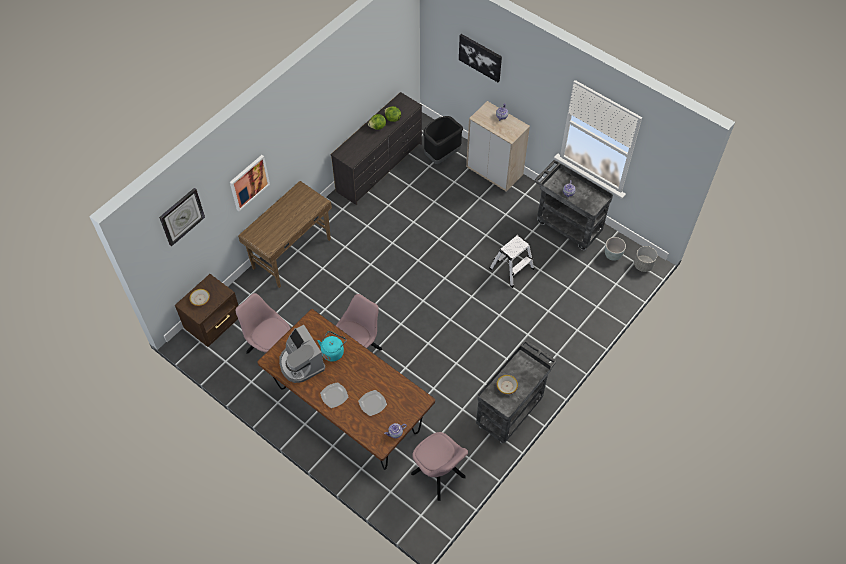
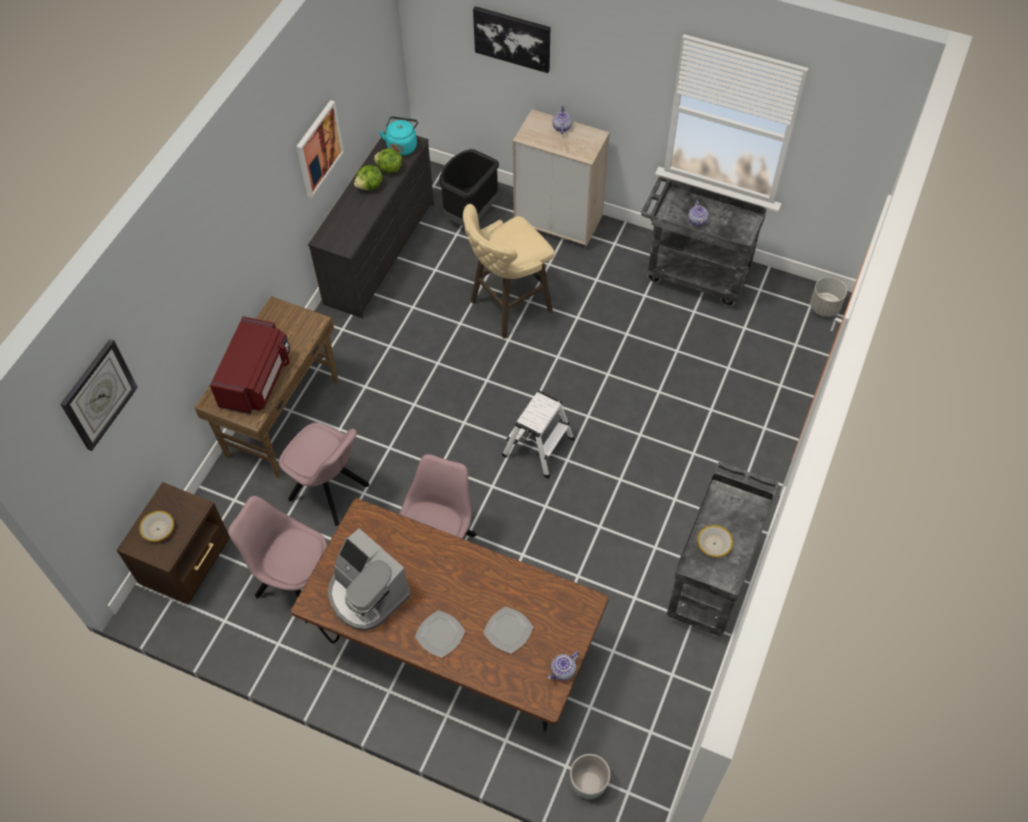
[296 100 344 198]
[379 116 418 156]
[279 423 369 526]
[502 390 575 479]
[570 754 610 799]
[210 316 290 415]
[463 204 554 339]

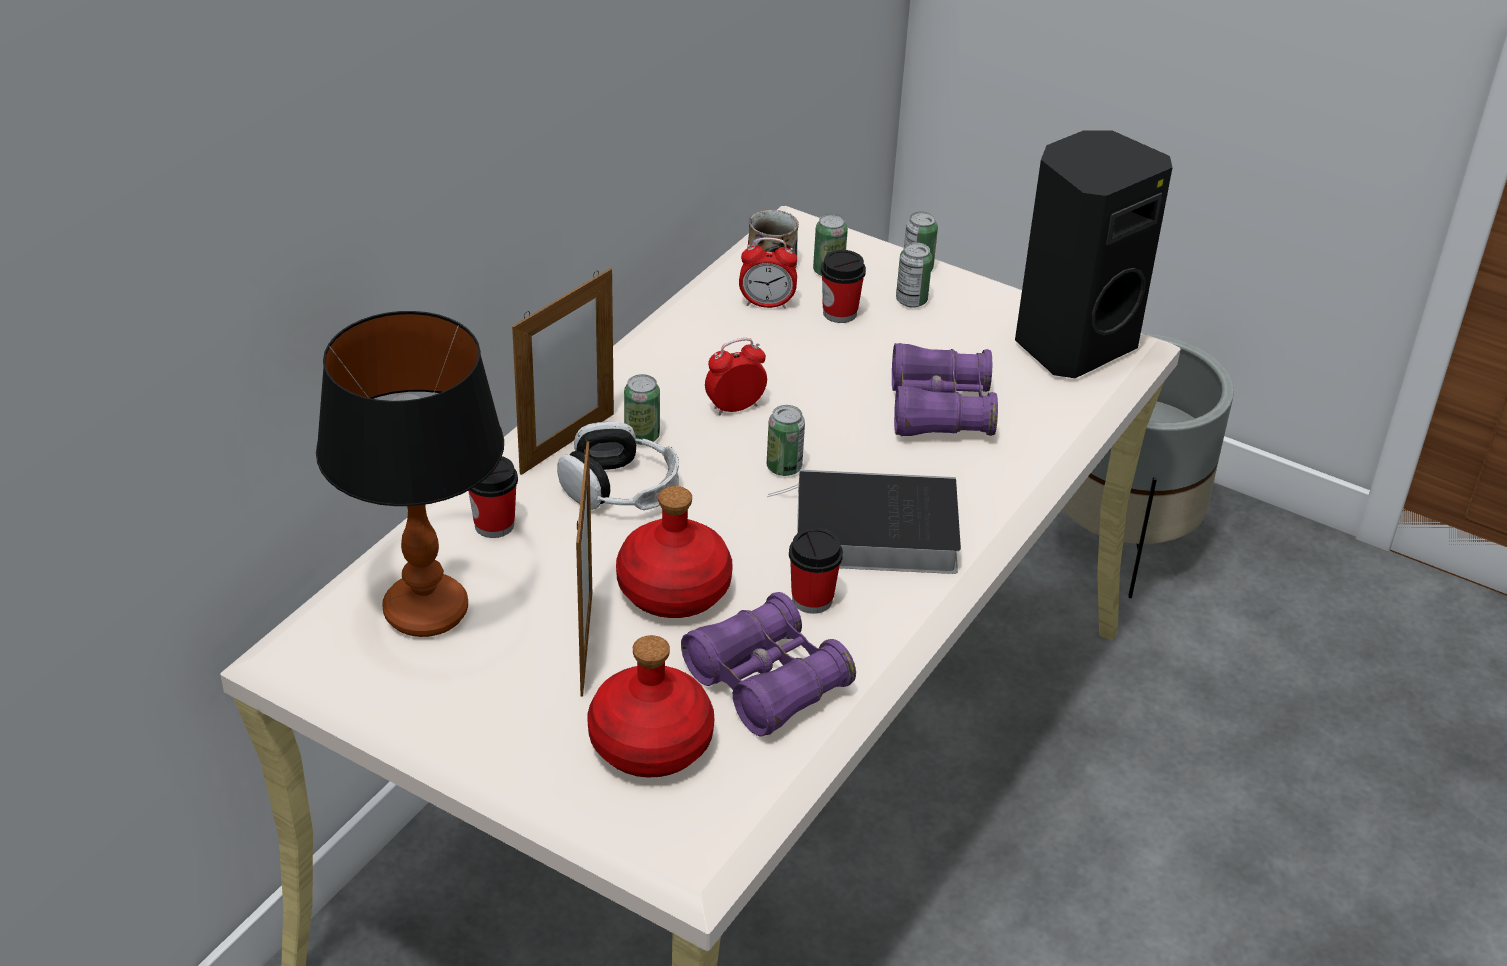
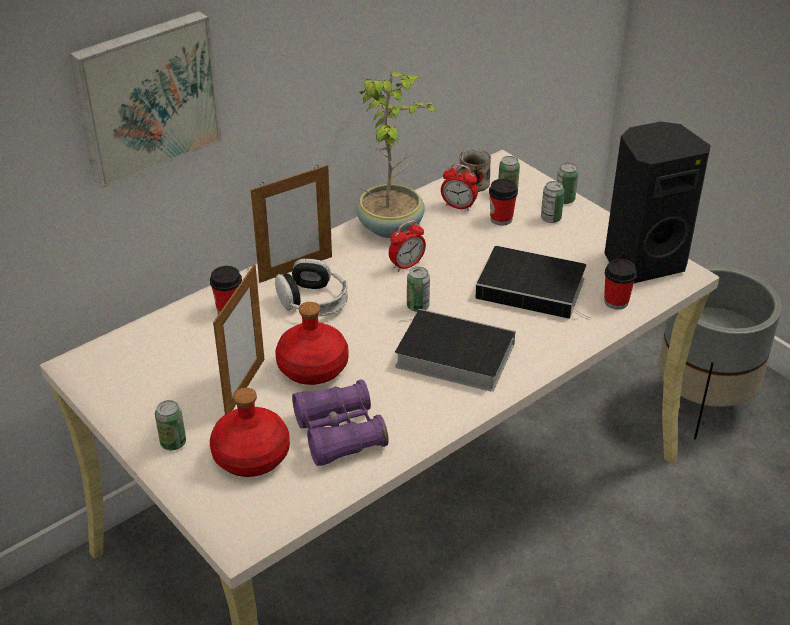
[316 311 504 637] (first image)
[155 400 186 450]
[389 220 426 272]
[604 259 637 310]
[475 246 591 320]
[69 11 222 188]
[356 72 440 238]

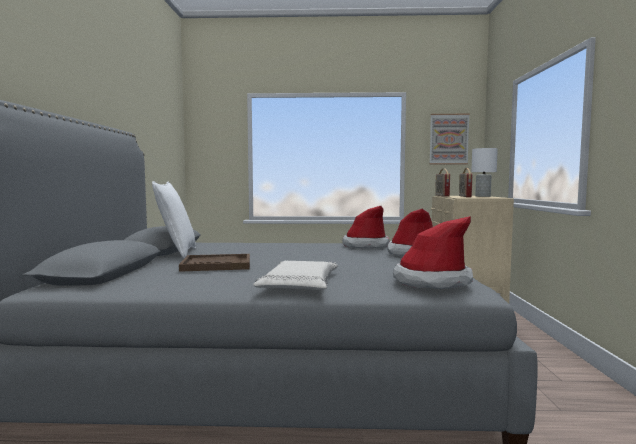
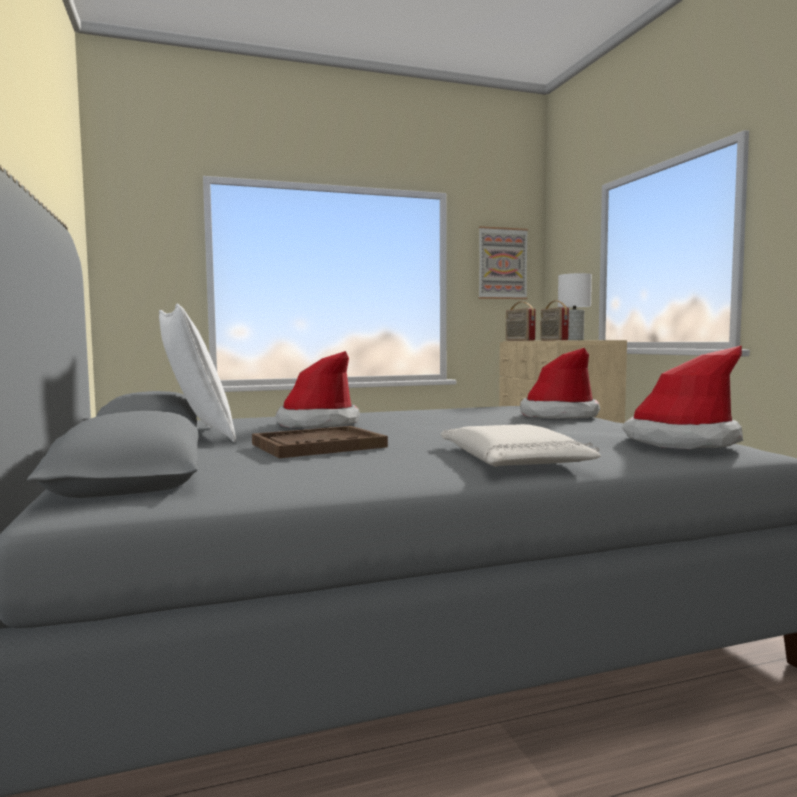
[275 351 360 428]

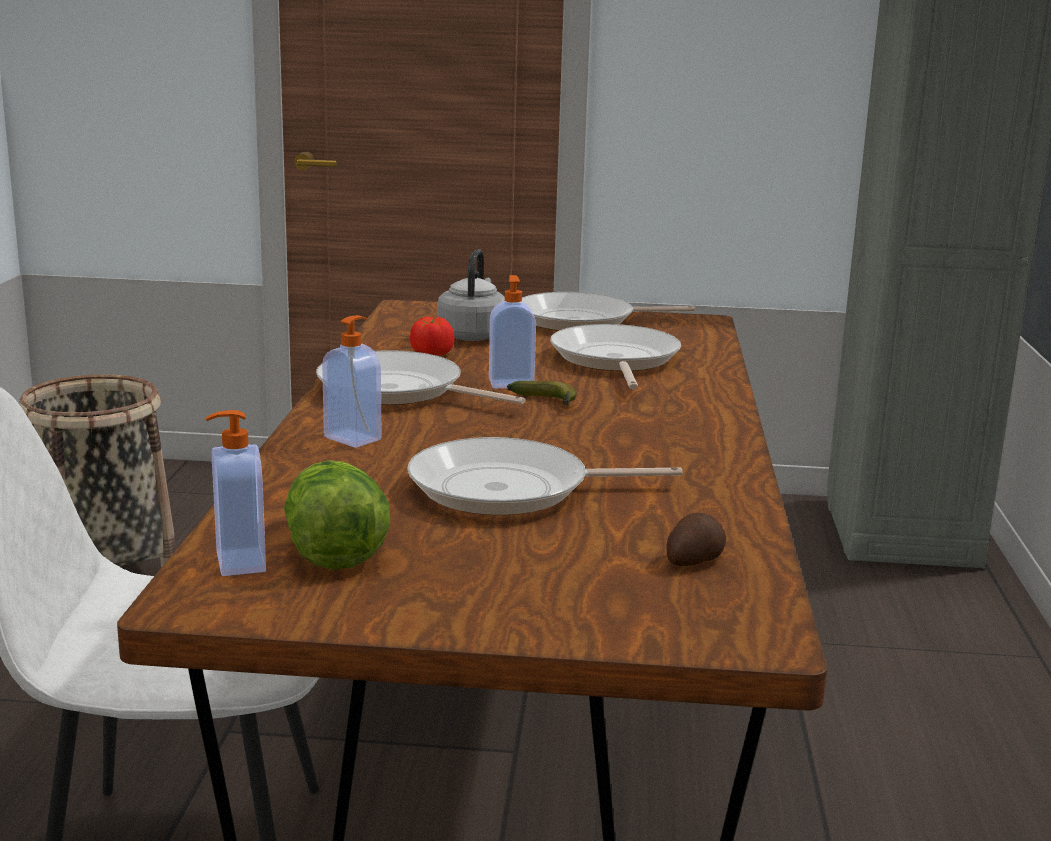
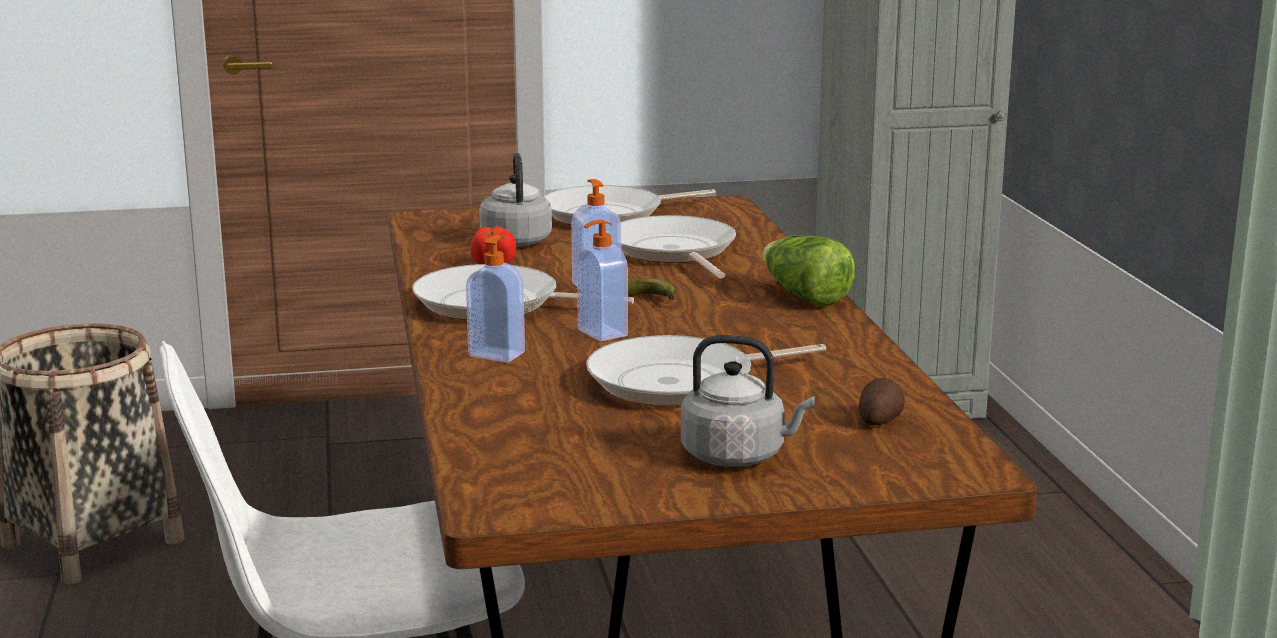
[577 220 628 342]
[763 235 855 307]
[681 335 815 466]

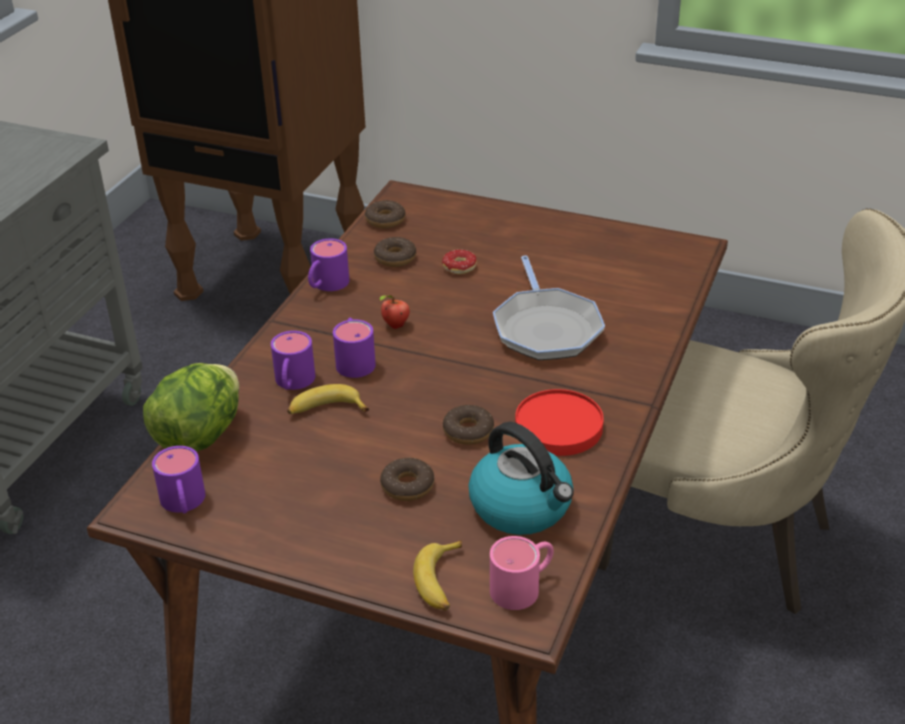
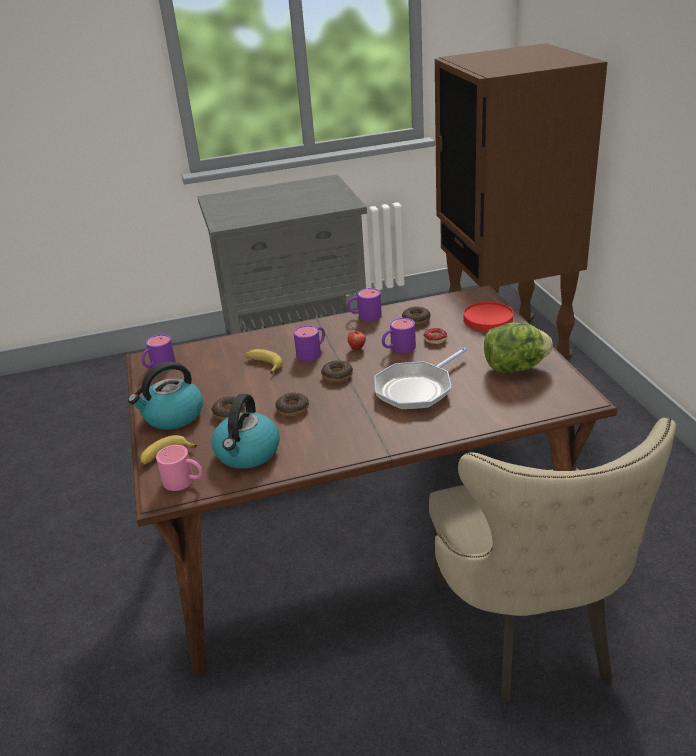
[484 323 553 373]
[382 318 416 354]
[321 360 353 383]
[463 302 513 332]
[128 362 203 430]

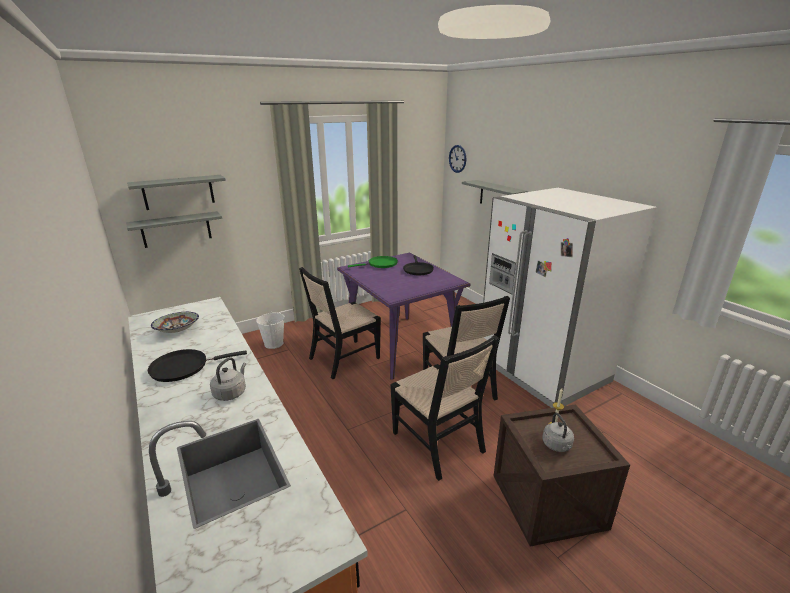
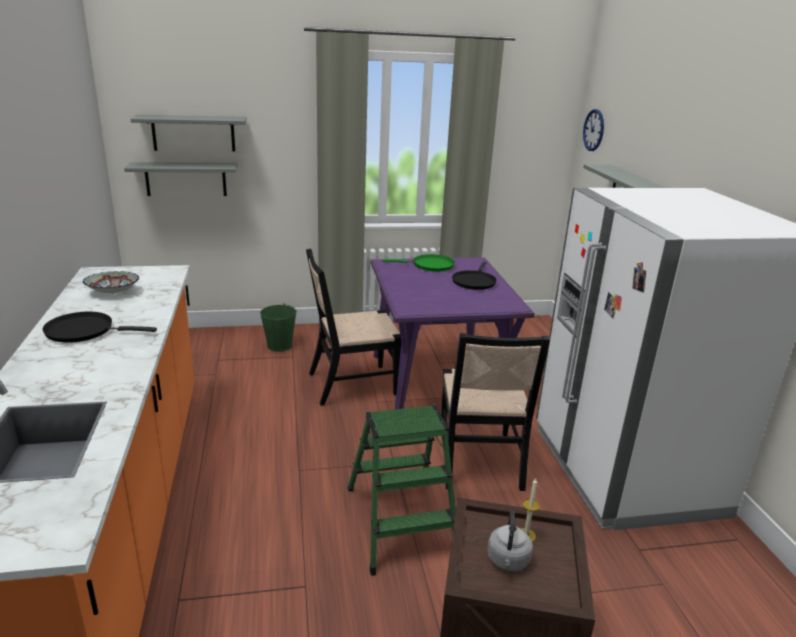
[210 357 246 401] (first image)
[260 303 297 352]
[347 405 456 576]

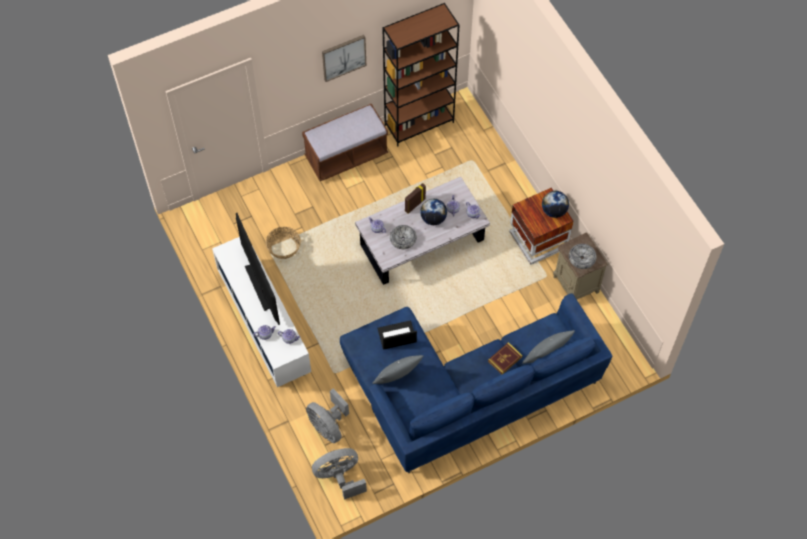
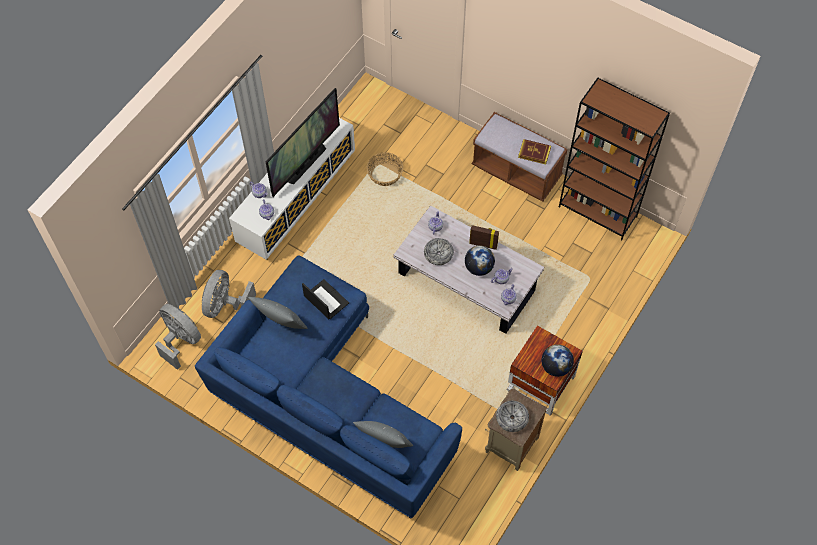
[322 35 366 82] (first image)
[518 139 551 164]

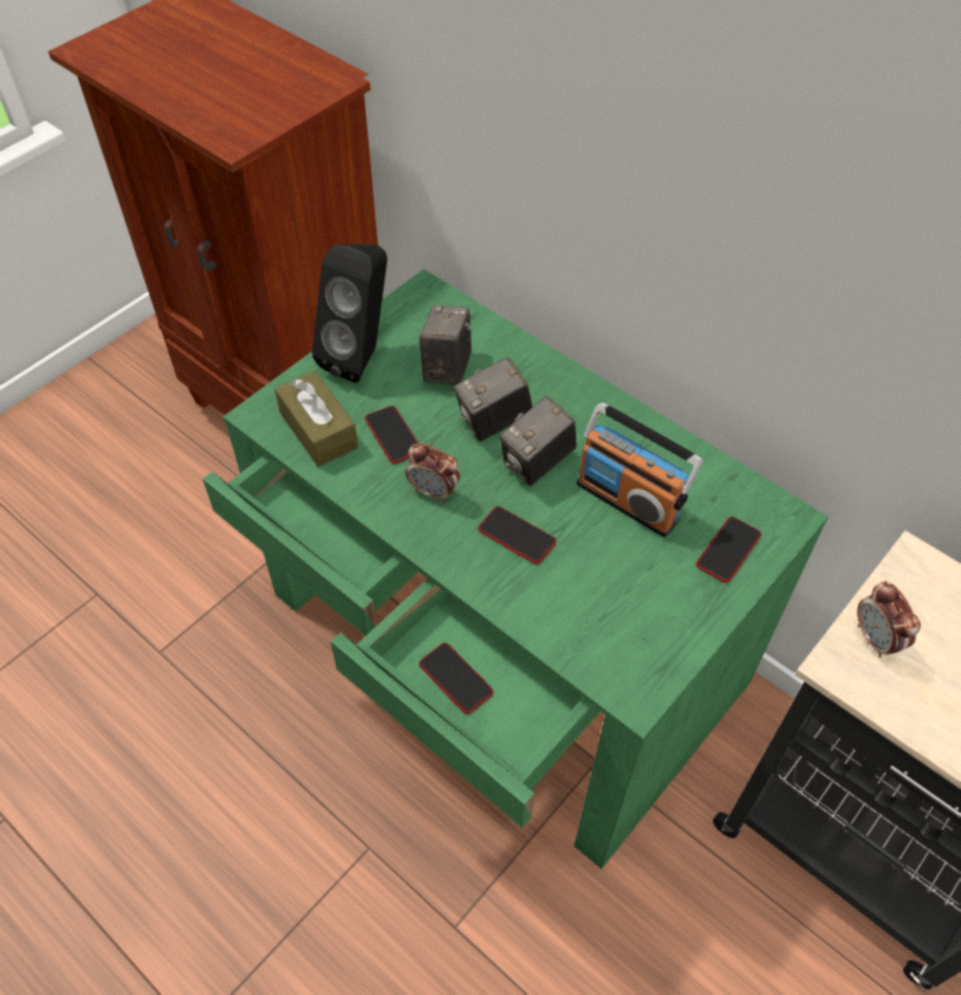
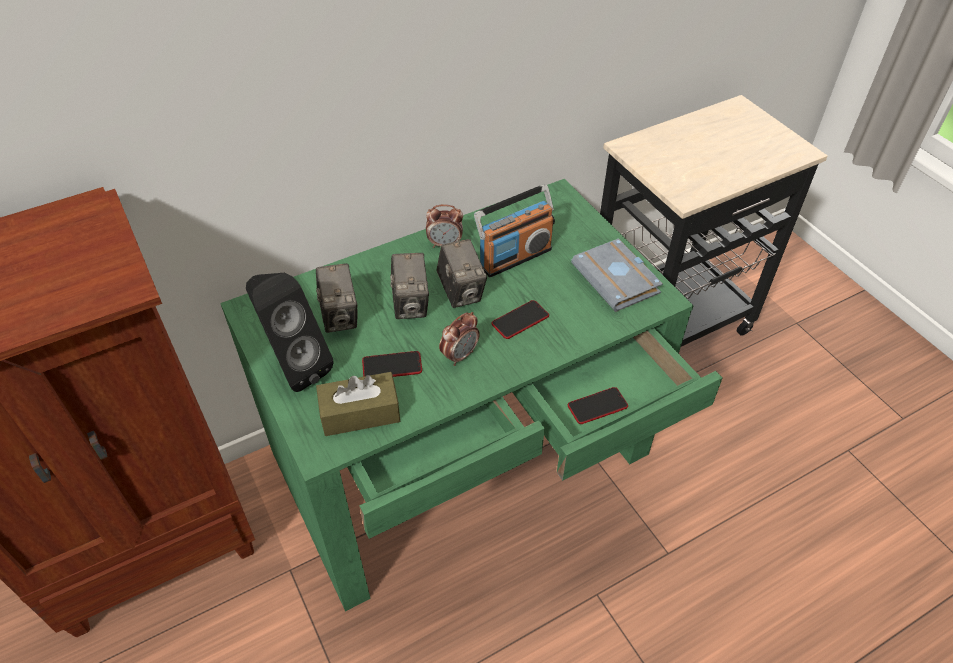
[316 263 357 333]
[696 517 761 583] (first image)
[426 205 463 248]
[571 238 663 312]

